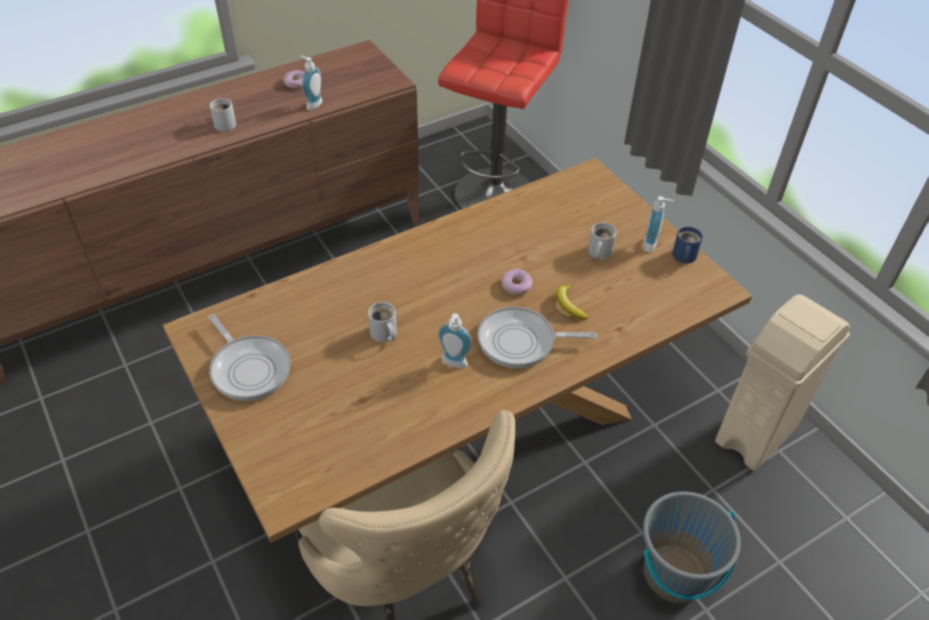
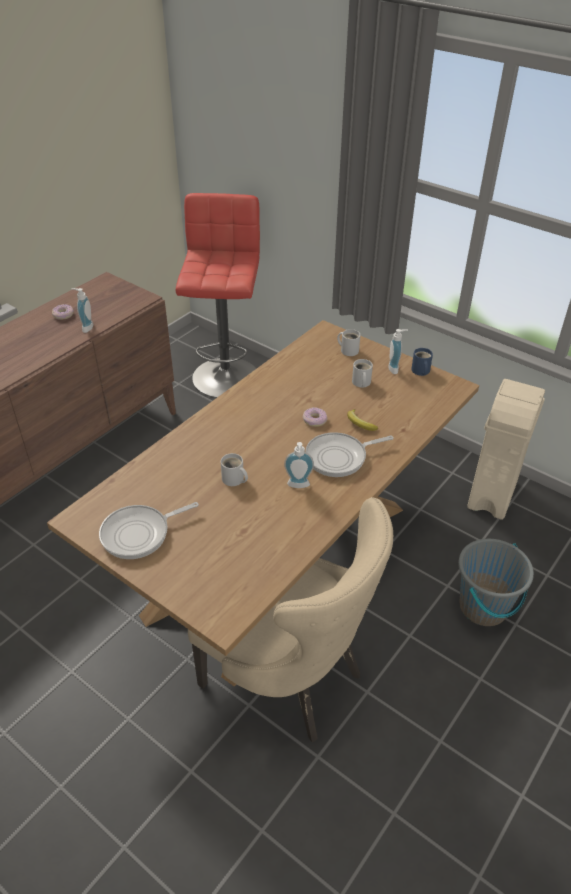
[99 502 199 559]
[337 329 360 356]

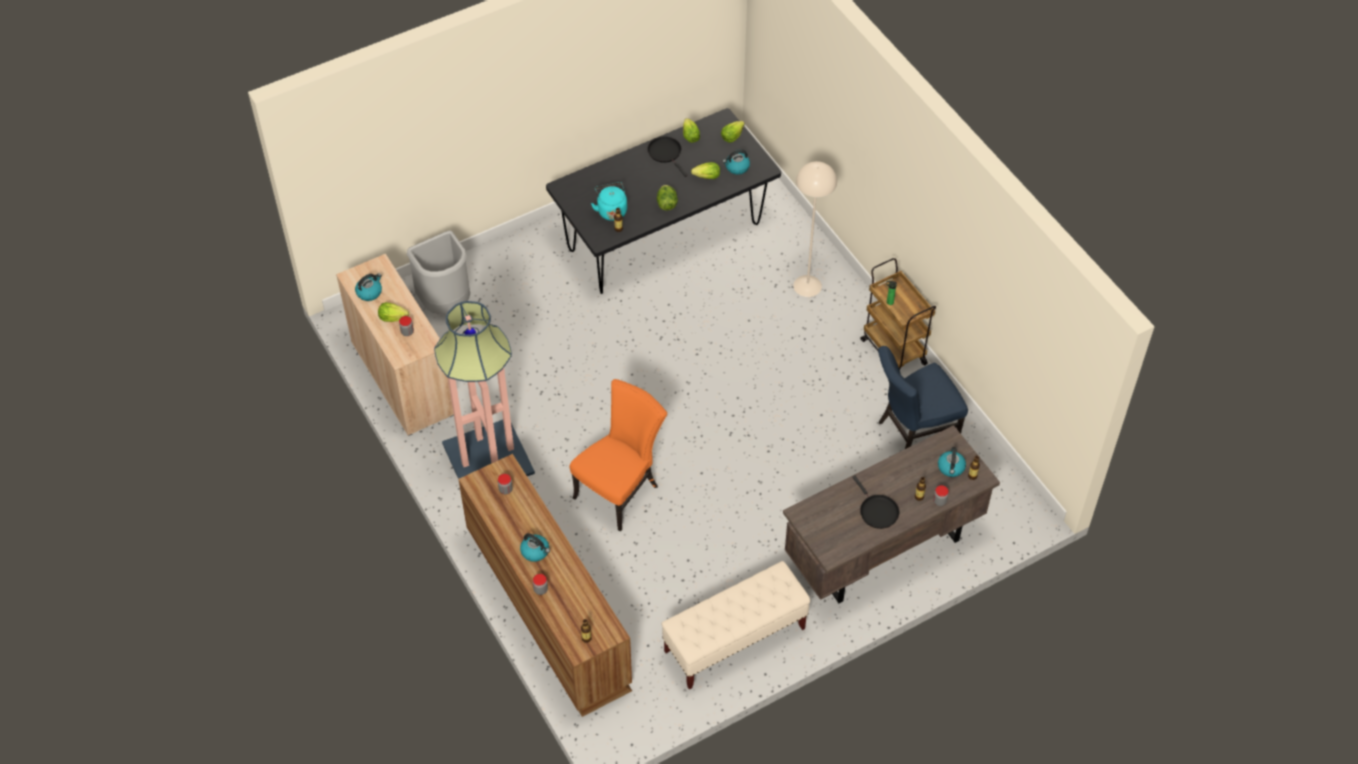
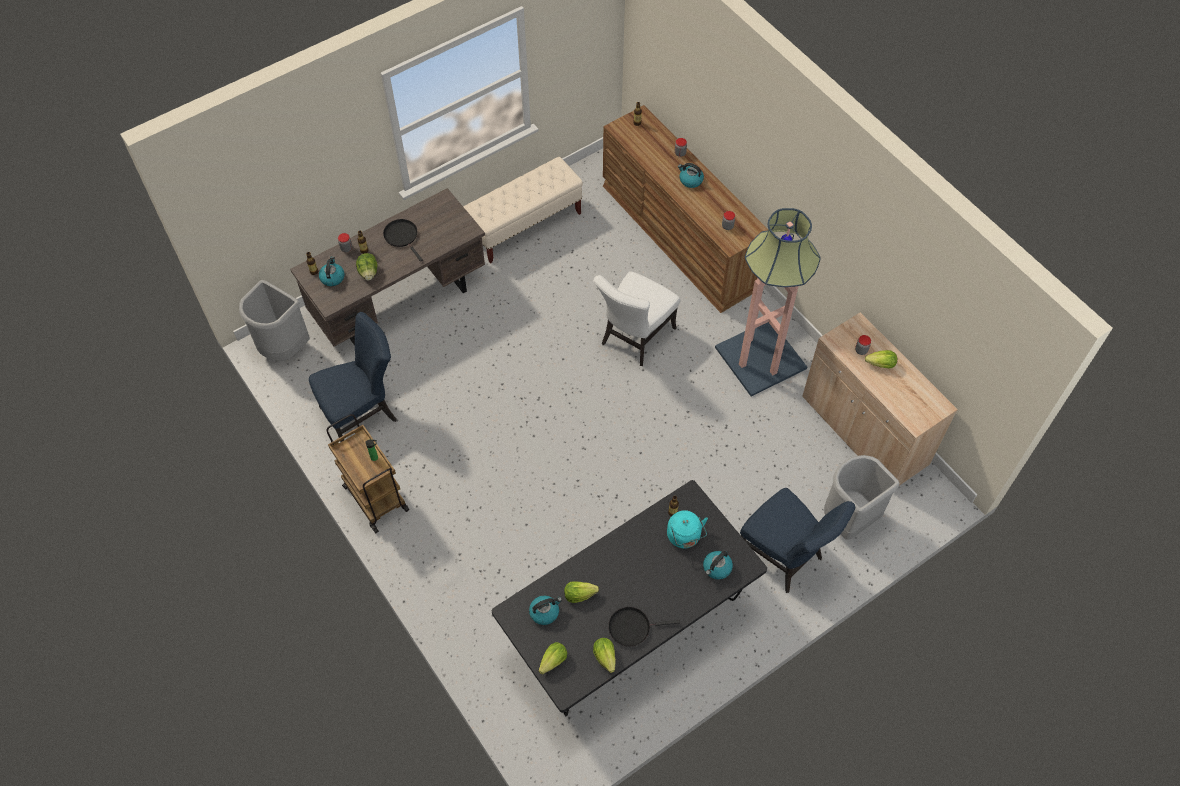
[703 551 733 579]
[593 271 680 366]
[608 607 680 647]
[356 253 378 280]
[793 161 837 297] (first image)
[239 280 310 361]
[740 488 855 593]

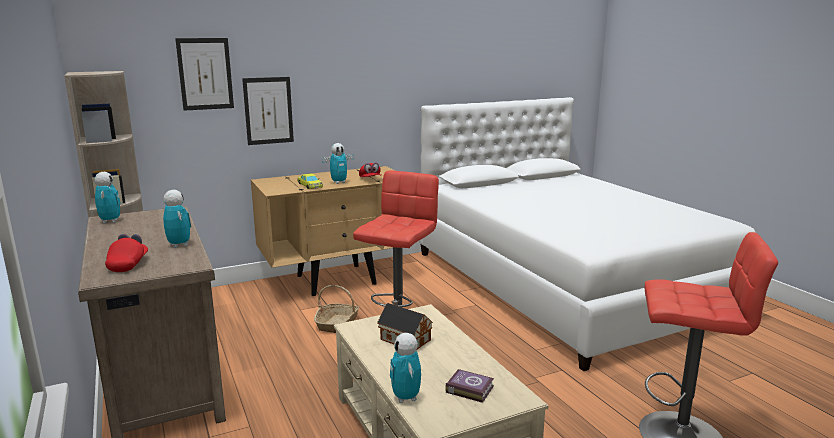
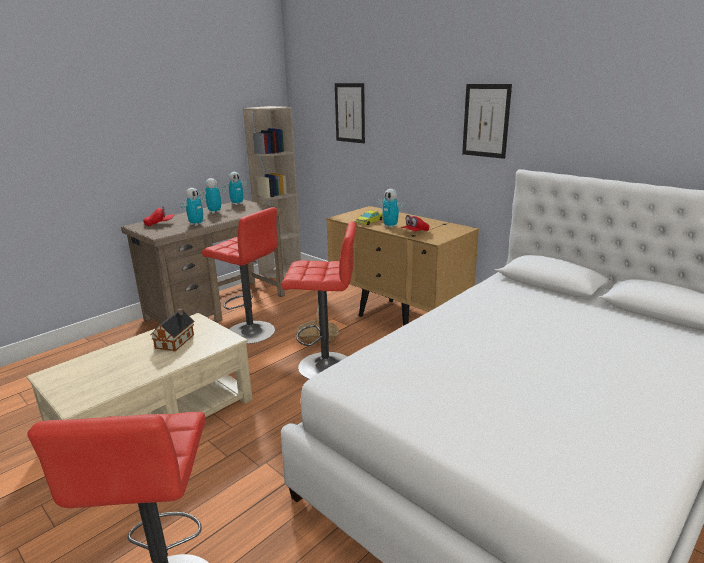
[462 84 512 159]
[198 178 227 214]
[445 369 494 403] (first image)
[202 207 277 344]

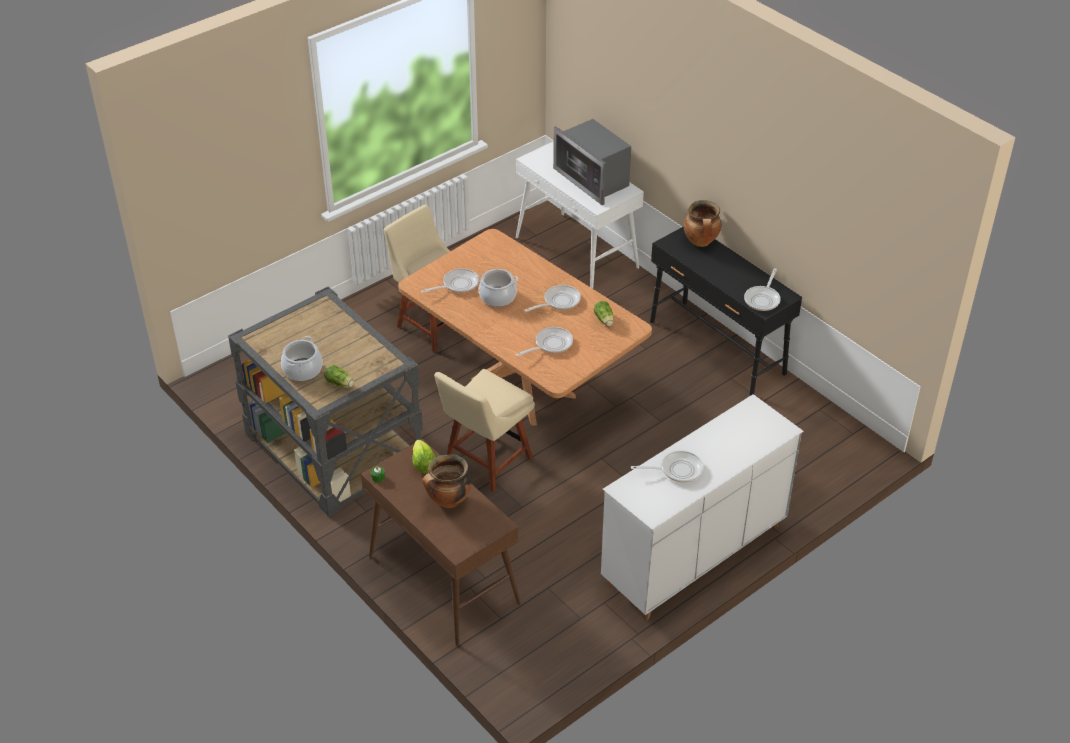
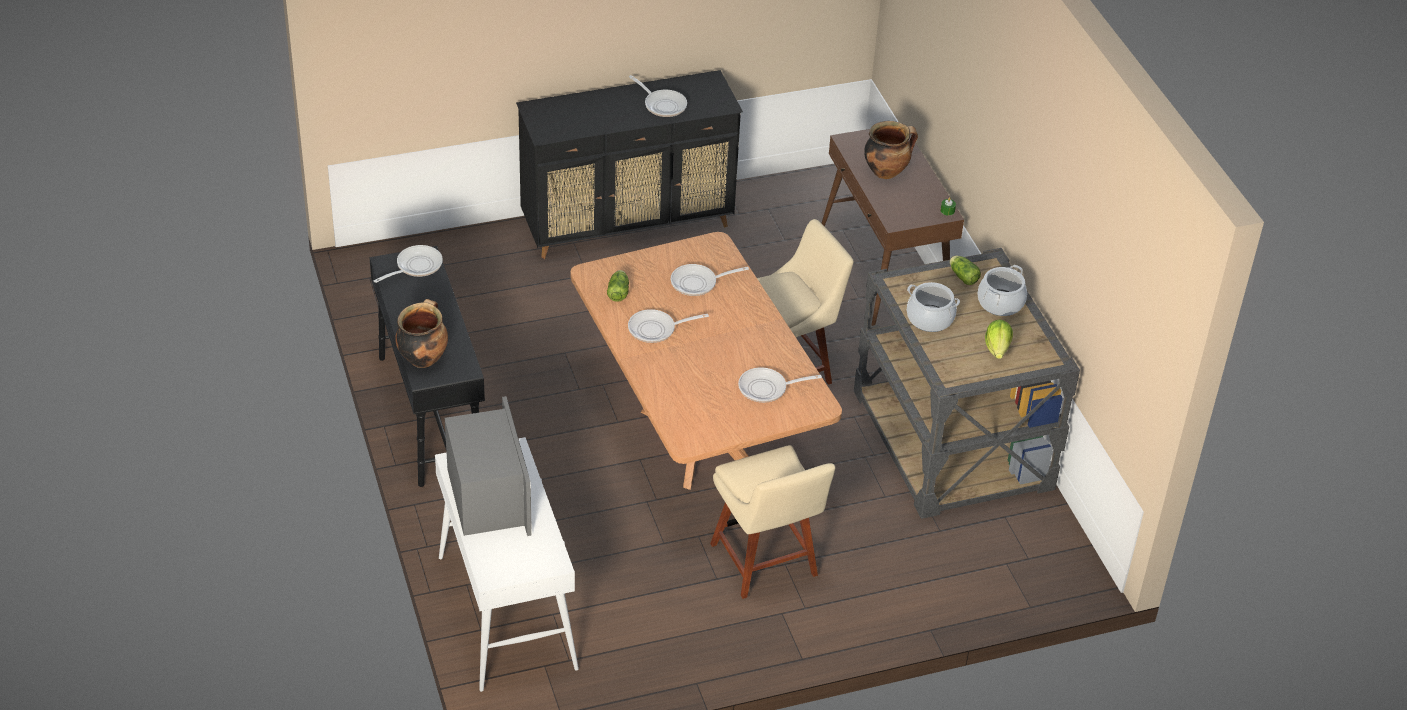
[985 319 1013 359]
[907 282 960 332]
[516 70 743 259]
[629 75 687 117]

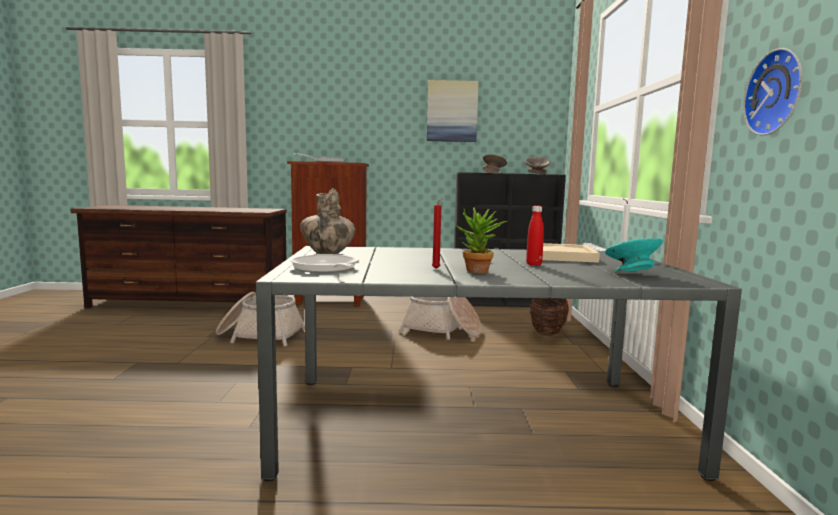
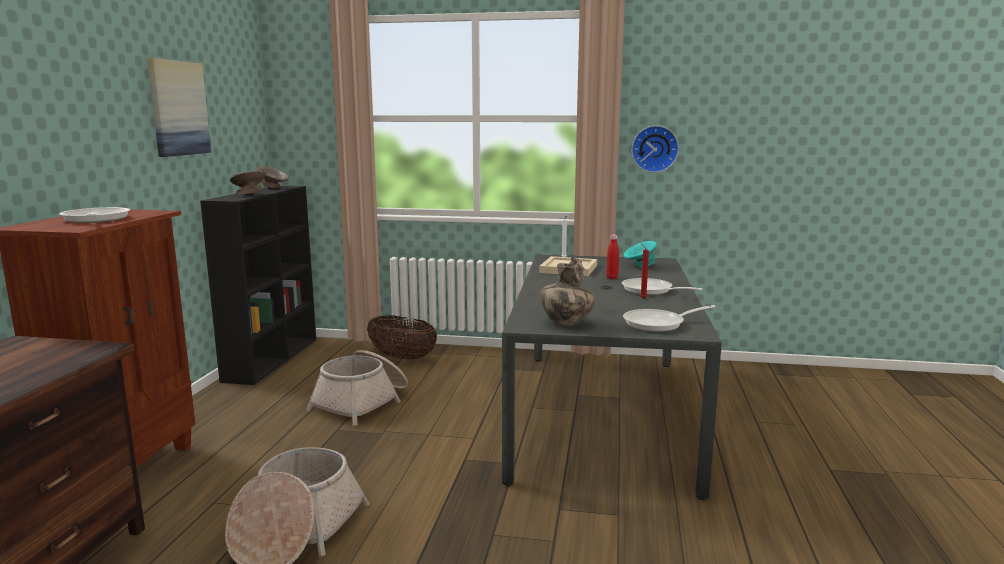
[622 278 703 295]

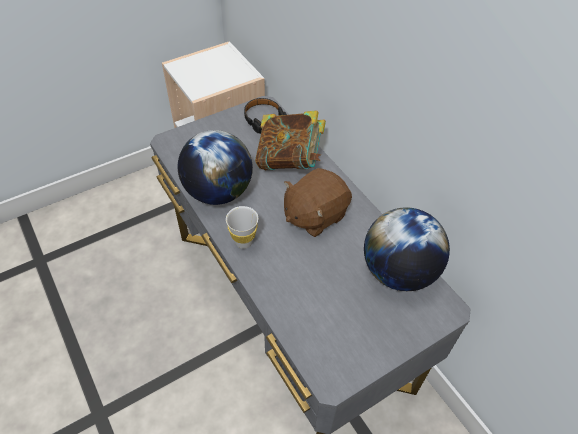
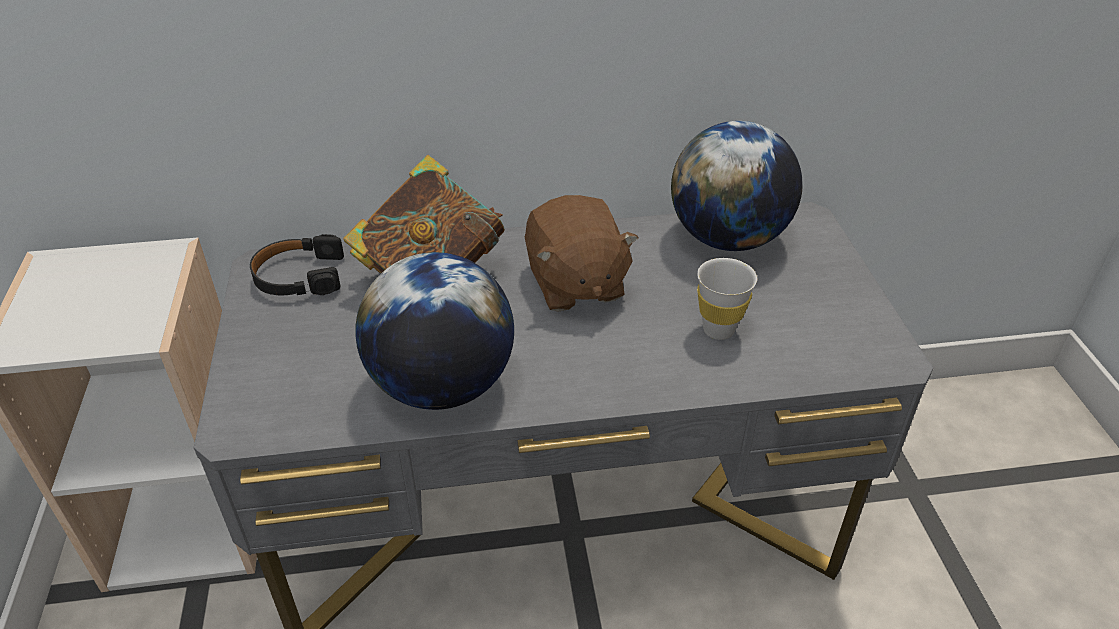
[697 258 757 340]

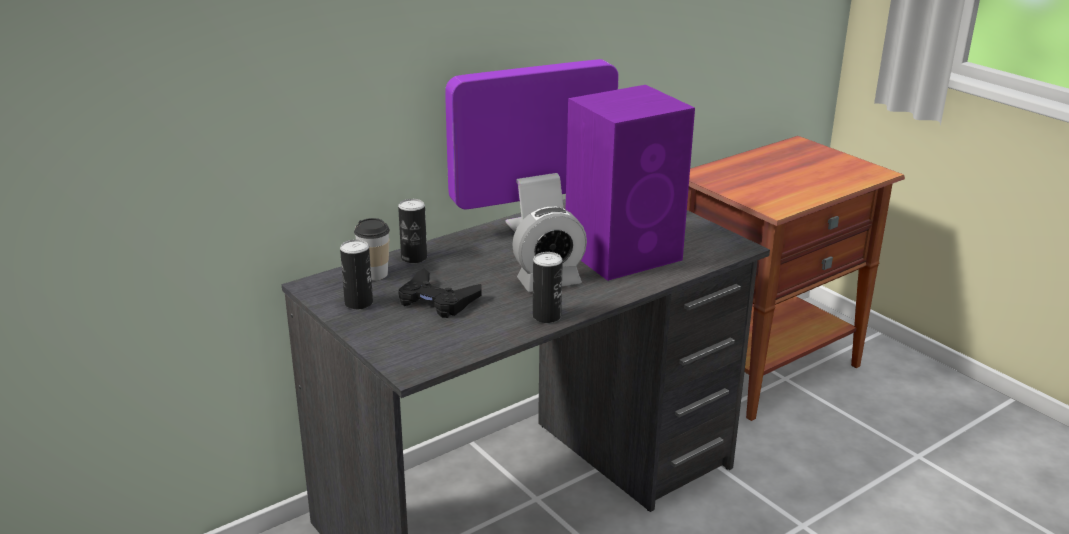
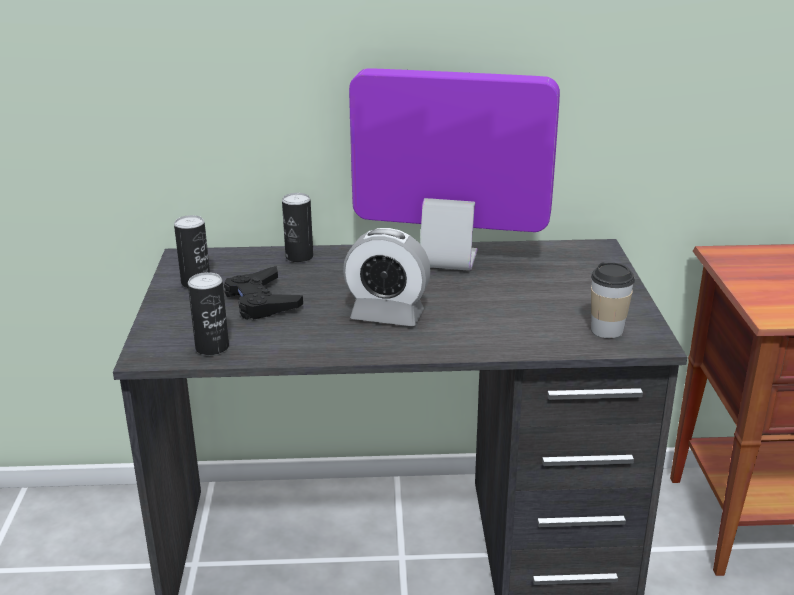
[591 263 635 338]
[188 272 229 355]
[566 85 695 281] (first image)

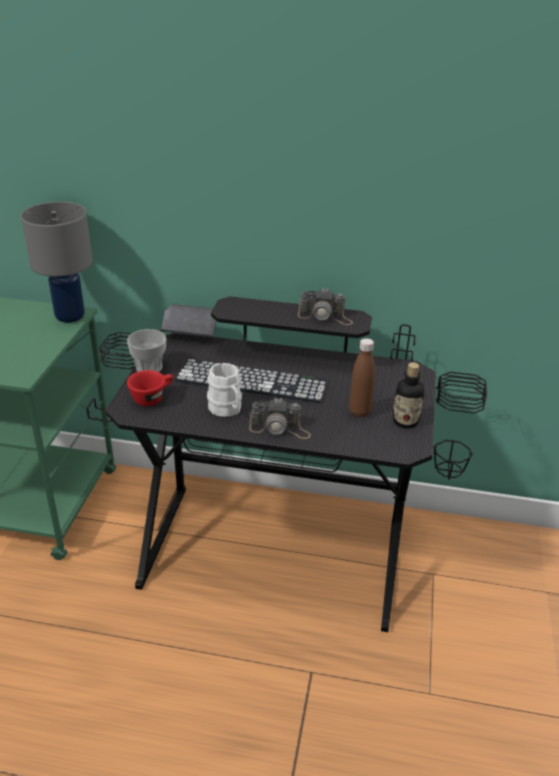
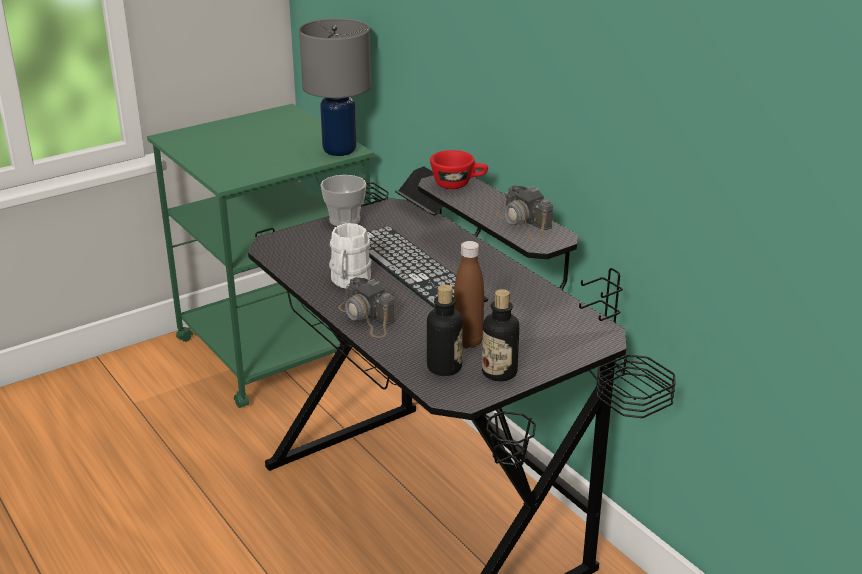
[430 150 488 189]
[427 284 463 376]

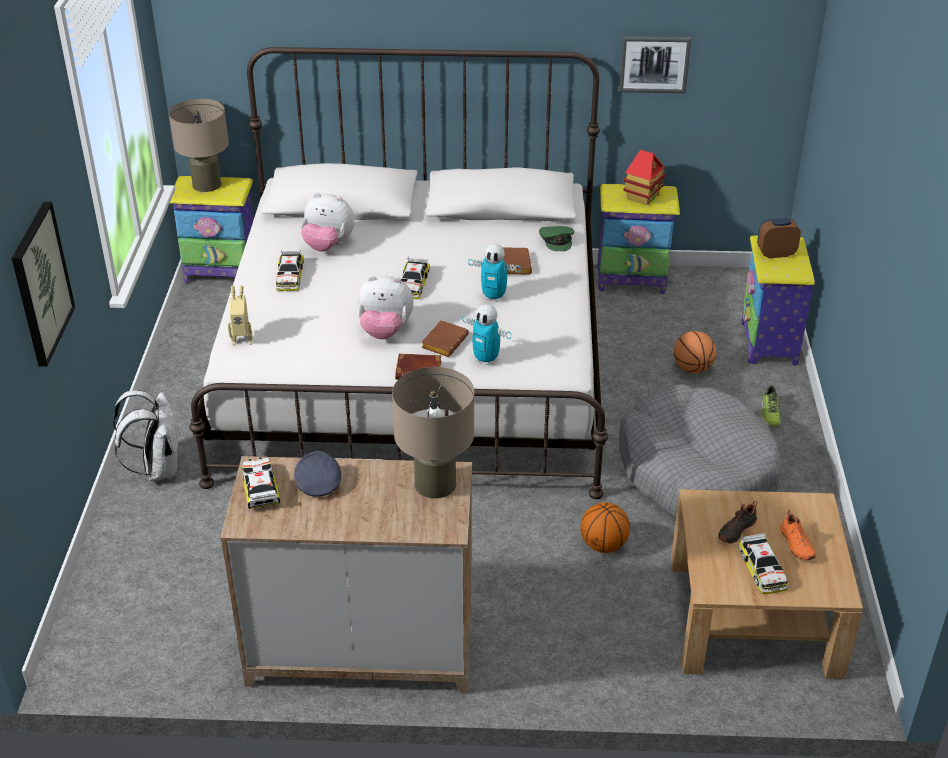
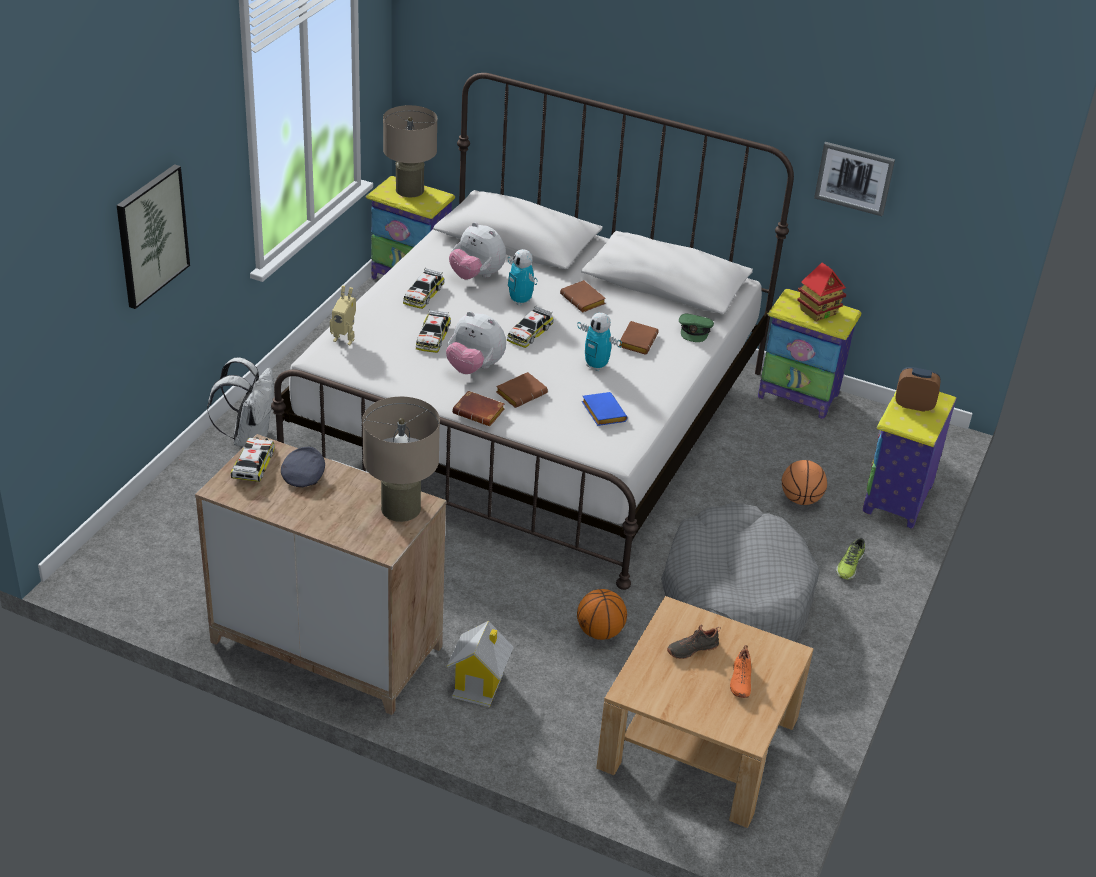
[508 249 538 306]
[416 310 451 353]
[447 621 514 707]
[560 280 606 312]
[582 392 628 426]

